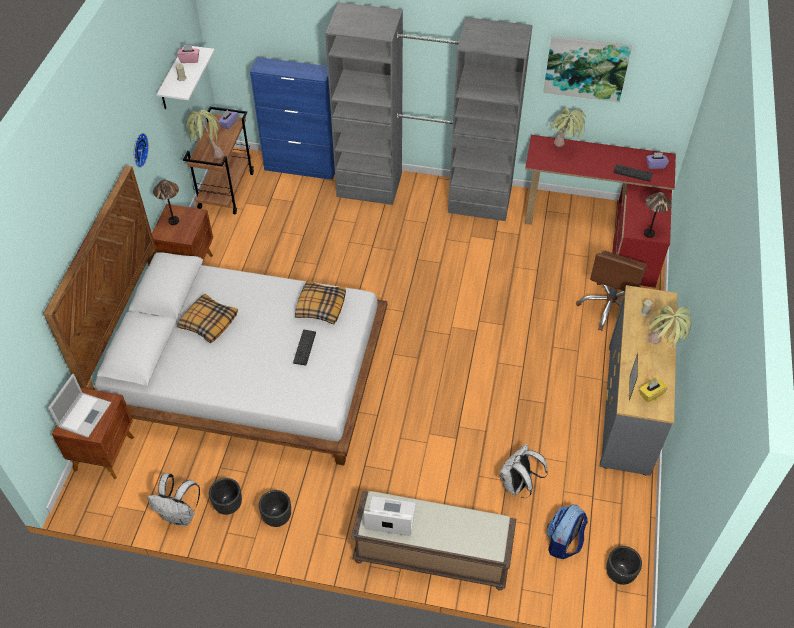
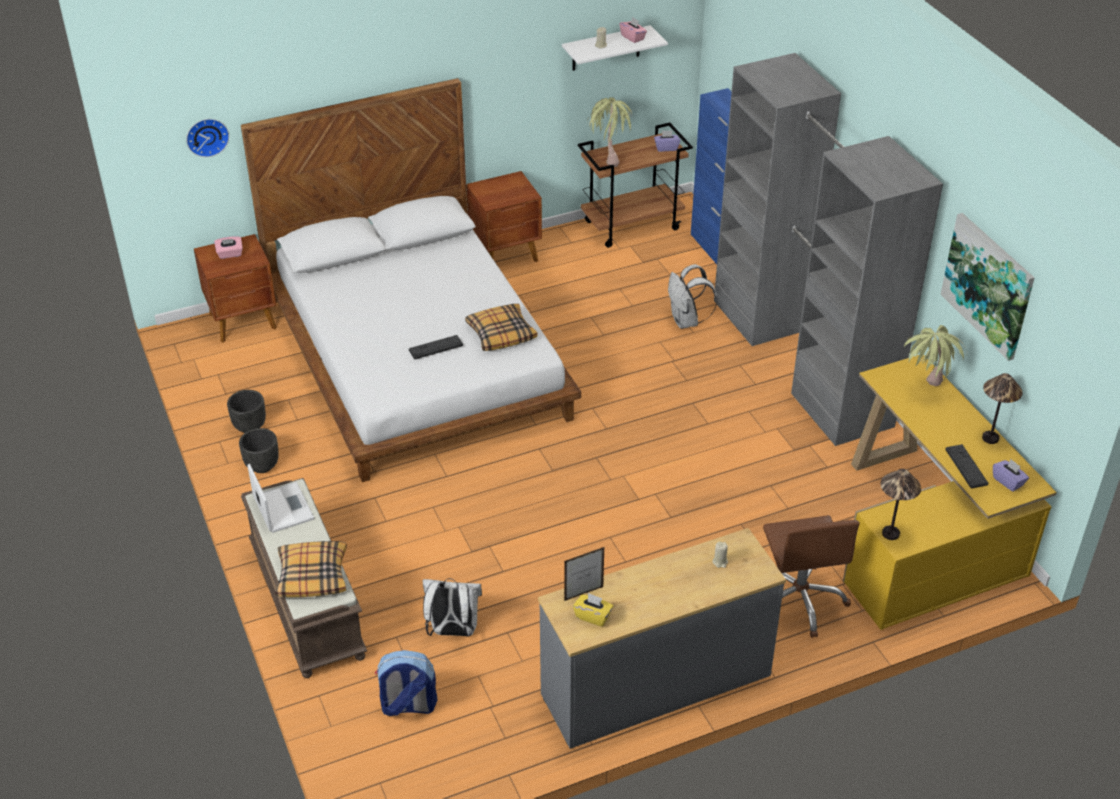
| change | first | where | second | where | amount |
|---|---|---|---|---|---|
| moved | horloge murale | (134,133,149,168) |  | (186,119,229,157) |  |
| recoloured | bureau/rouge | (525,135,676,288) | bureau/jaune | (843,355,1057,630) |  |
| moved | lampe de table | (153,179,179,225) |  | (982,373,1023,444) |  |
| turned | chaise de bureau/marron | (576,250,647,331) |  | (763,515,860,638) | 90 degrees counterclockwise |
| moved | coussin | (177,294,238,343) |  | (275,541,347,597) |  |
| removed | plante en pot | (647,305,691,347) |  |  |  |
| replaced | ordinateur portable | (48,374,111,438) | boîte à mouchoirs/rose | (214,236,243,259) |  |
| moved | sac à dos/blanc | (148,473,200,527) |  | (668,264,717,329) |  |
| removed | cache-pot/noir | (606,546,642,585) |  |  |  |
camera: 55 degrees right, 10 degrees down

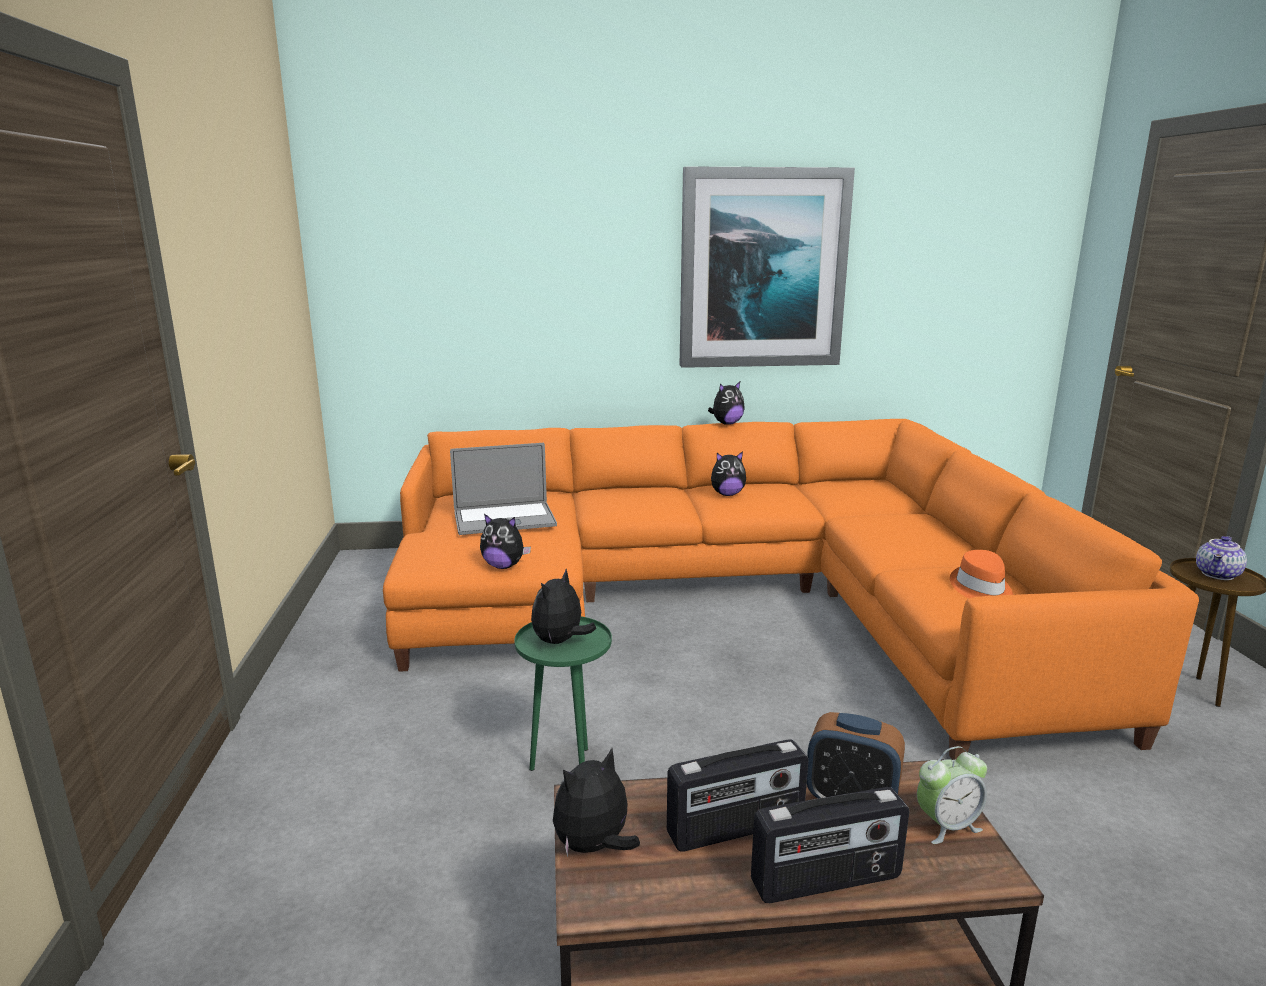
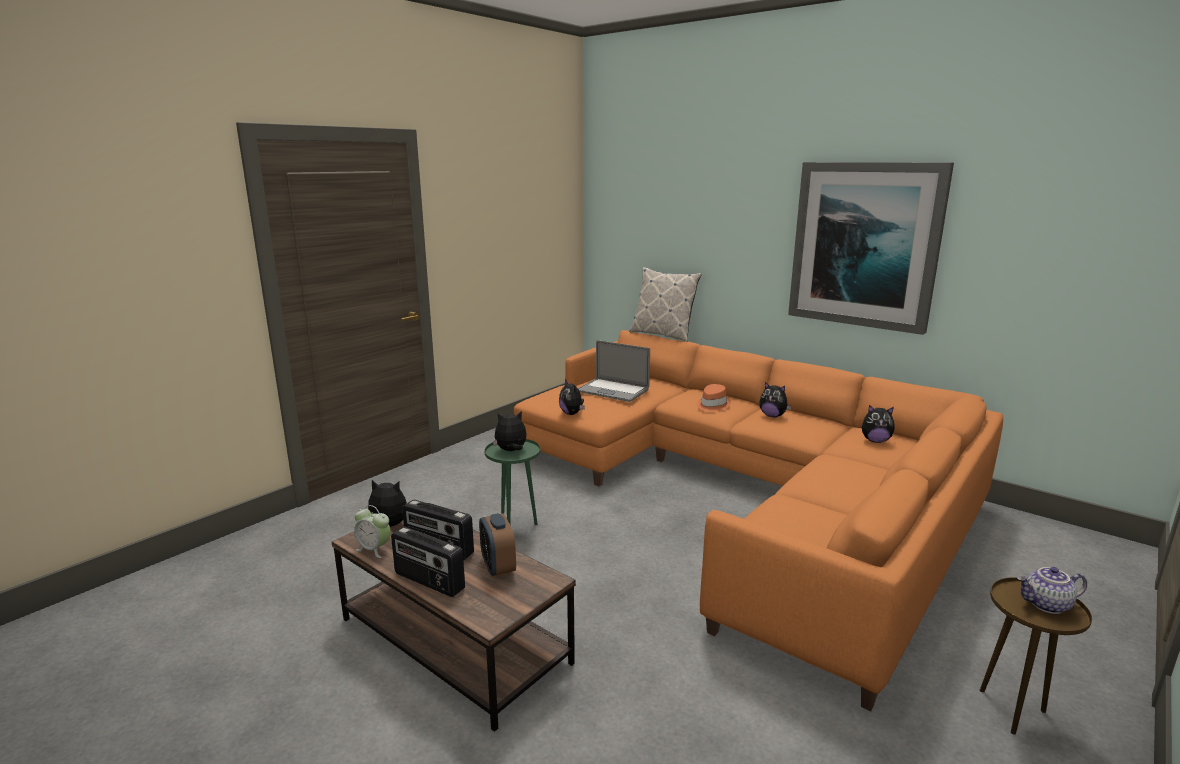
| change | first | where | second | where | amount |
|---|---|---|---|---|---|
| moved | peluche | (708,382,745,425) |  | (862,405,895,443) |  |
| moved | chapeau/orange | (950,550,1013,598) |  | (696,384,731,411) |  |
| moved | réveil | (917,746,987,844) |  | (354,505,391,558) |  |
| added |  |  | coussin | (629,267,702,342) |  |
camera: 45 degrees right, 0 degrees up

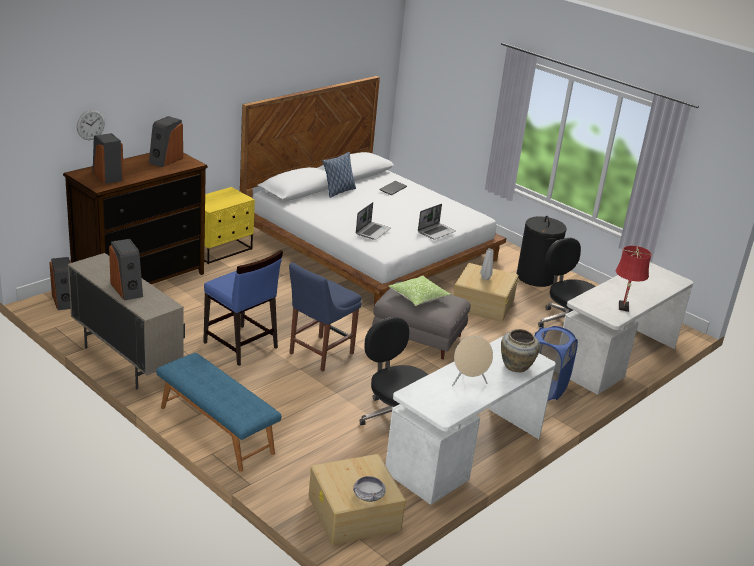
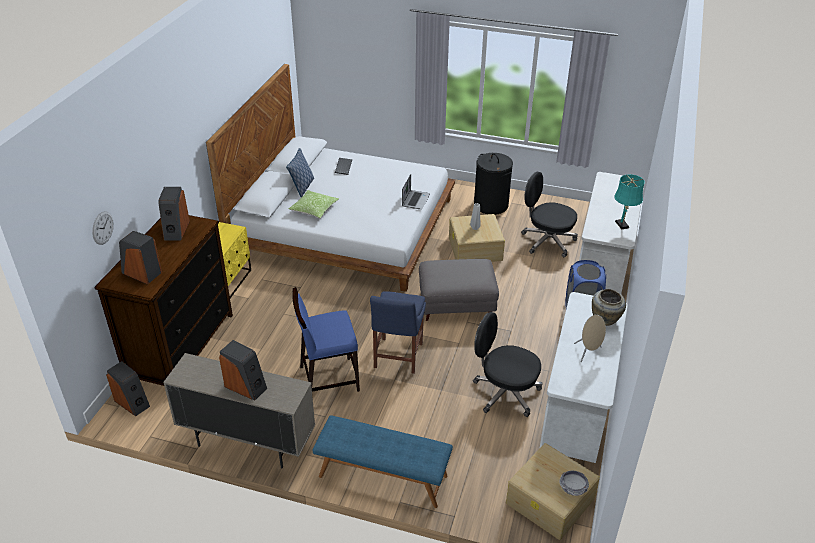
| change | first | where | second | where | amount |
|---|---|---|---|---|---|
| removed | ordinateur portable | (356,202,391,240) |  |  |  |
| recoloured | lampe de table/rouge | (615,246,652,312) | lampe de table/turquoise | (614,174,645,230) |  |
| turned | chaise/bleu | (203,250,283,366) |  | (292,287,360,392) | 150 degrees clockwise |
| moved | coussin | (389,276,451,306) |  | (289,190,339,218) |  |
camera: 25 degrees left, 10 degrees up

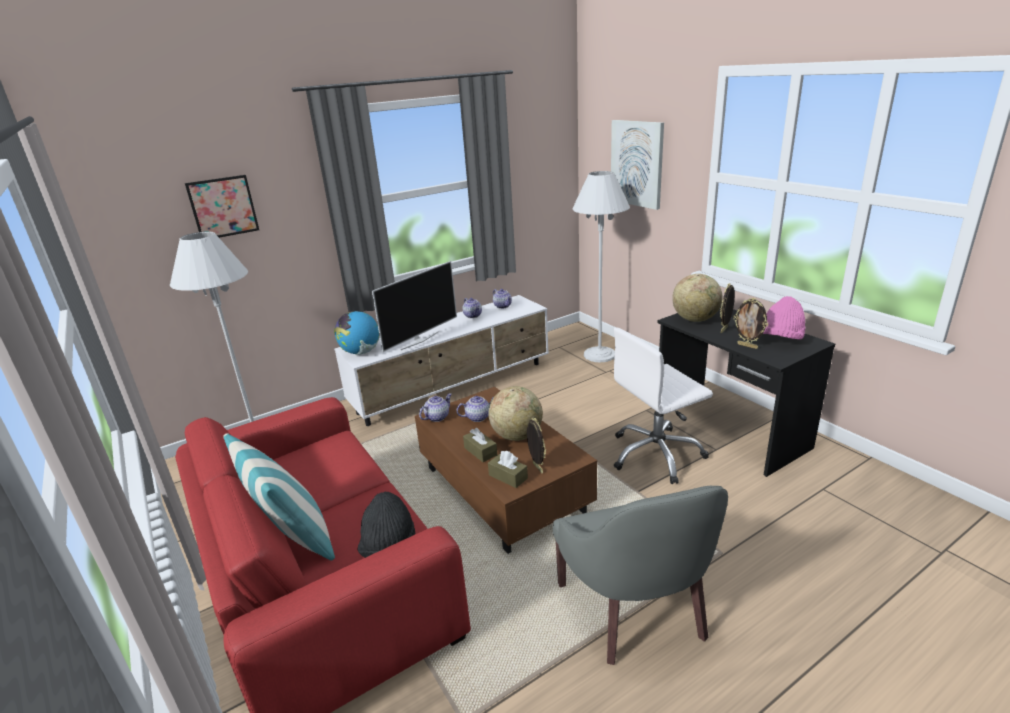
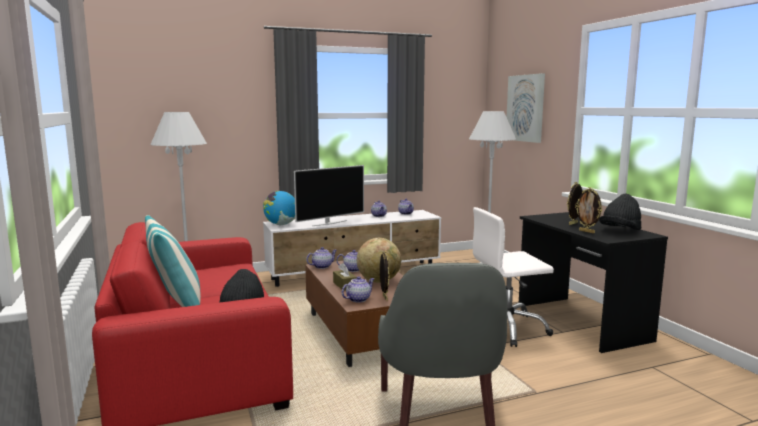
| change | first | where | second | where | amount |
|---|---|---|---|---|---|
| removed | tableau | (185,175,259,238) |  |  |  |
| removed | globe | (672,274,723,322) |  |  |  |
| recoloured | chapeau/rose | (763,296,806,340) | chapeau/noir | (599,194,641,230) |  |
| replaced | boîte à mouchoirs/marron | (488,451,528,488) | théière | (342,276,374,303) |  |
camera: 10 degrees right, 15 degrees down

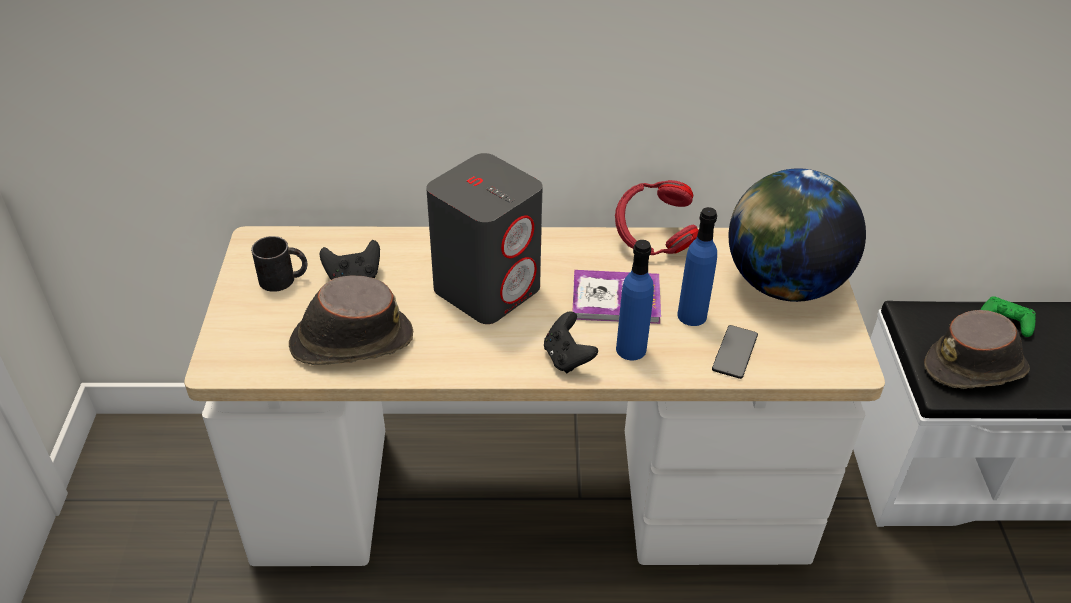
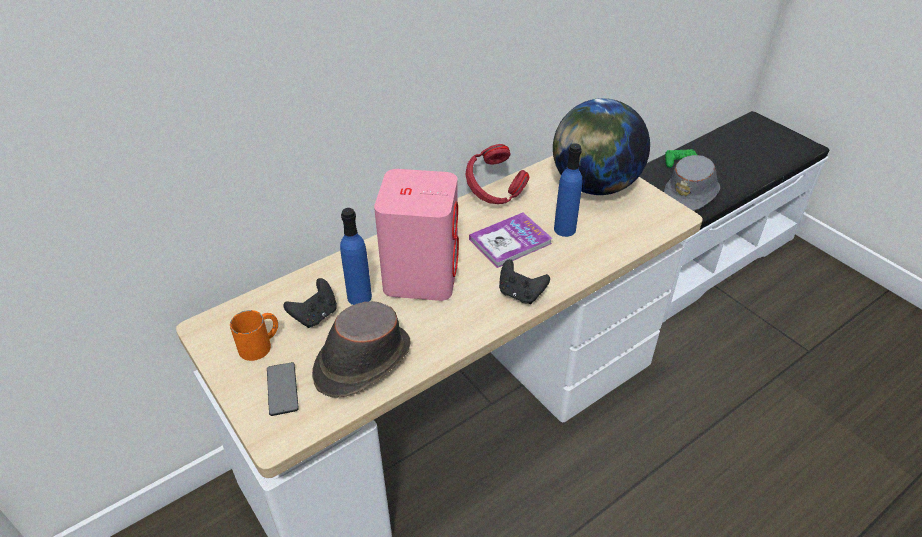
| change | first | where | second | where | amount |
|---|---|---|---|---|---|
| recoloured | enceinte/gris | (426,153,543,324) | enceinte/rose | (374,169,459,301) |  |
| recoloured | mug/noir | (251,236,307,292) | mug/orange | (230,310,278,361) |  |
| moved | bouteille/bleu | (616,240,654,360) |  | (340,208,372,305) |  |
| recoloured | chapeau/marron | (924,310,1030,389) | chapeau/gris | (664,155,720,211) |  |
| moved | téléphone | (712,325,758,379) |  | (267,362,299,416) |  |
camera: 35 degrees left, 0 degrees up

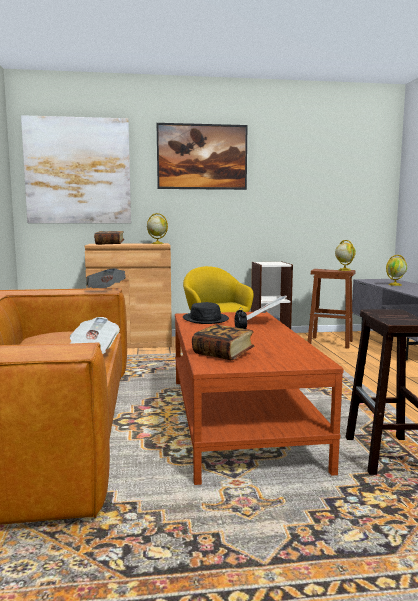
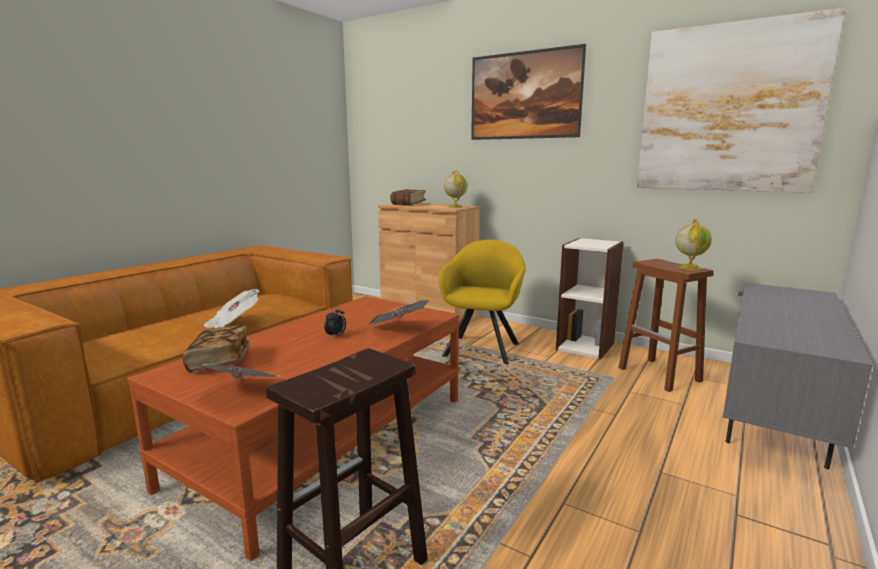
| change | first | where | second | where | amount |
|---|---|---|---|---|---|
| moved | tableau | (21,115,131,223) |  | (637,8,845,193) |  |
| removed | globe | (386,255,407,286) |  |  |  |
| moved | journal | (86,268,126,288) |  | (194,364,277,380) |  |
| removed | chapeau/noir | (183,302,229,324) |  |  |  |
camera: 40 degrees right, 5 degrees up

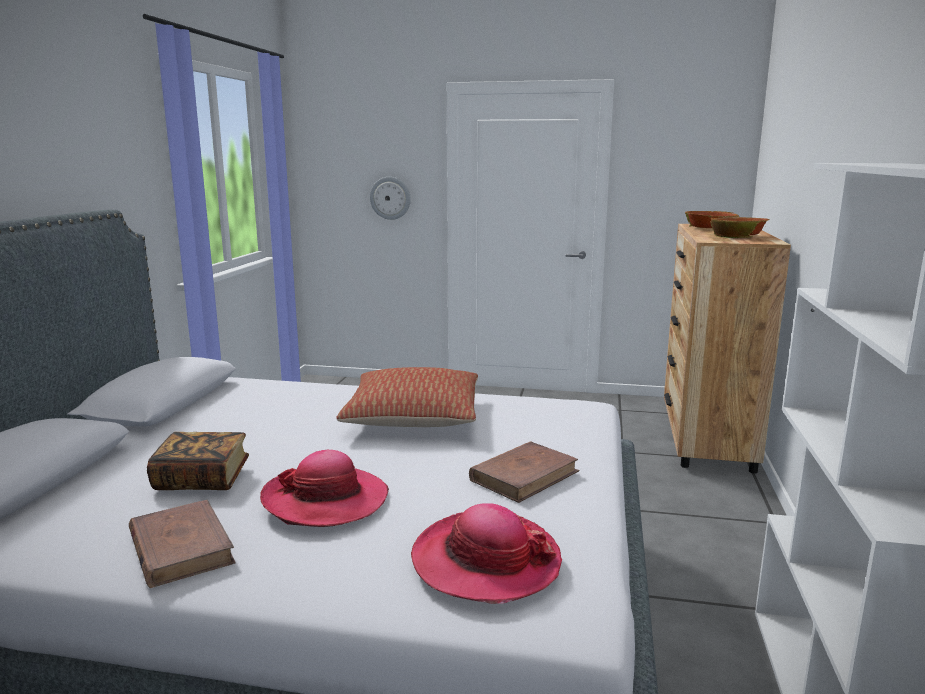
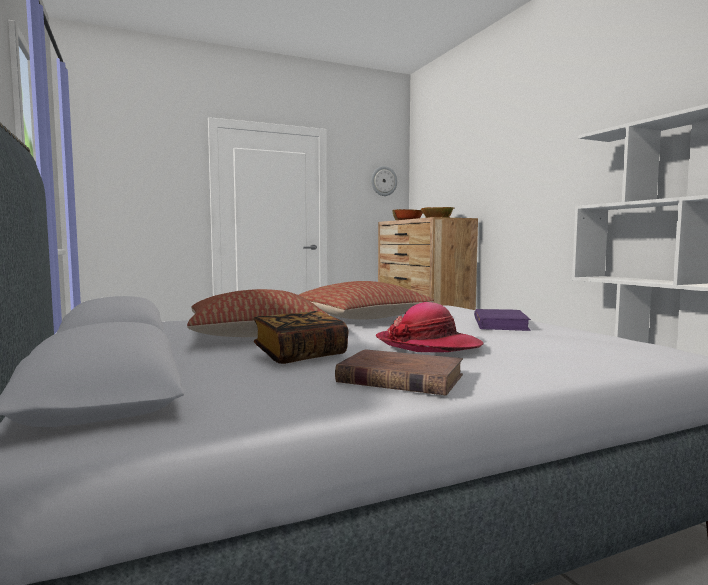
| change | first | where | second | where | amount |
|---|---|---|---|---|---|
| moved | horloge murale | (370,177,411,220) |  | (371,166,397,196) |  |
| recoloured | livre/marron | (469,441,579,503) | livre/violet | (474,309,531,331) |  |
| removed | chapeau | (411,503,562,604) |  |  |  |
| added |  |  | coussin | (187,289,329,337) |  |
camera: 35 degrees left, 10 degrees down

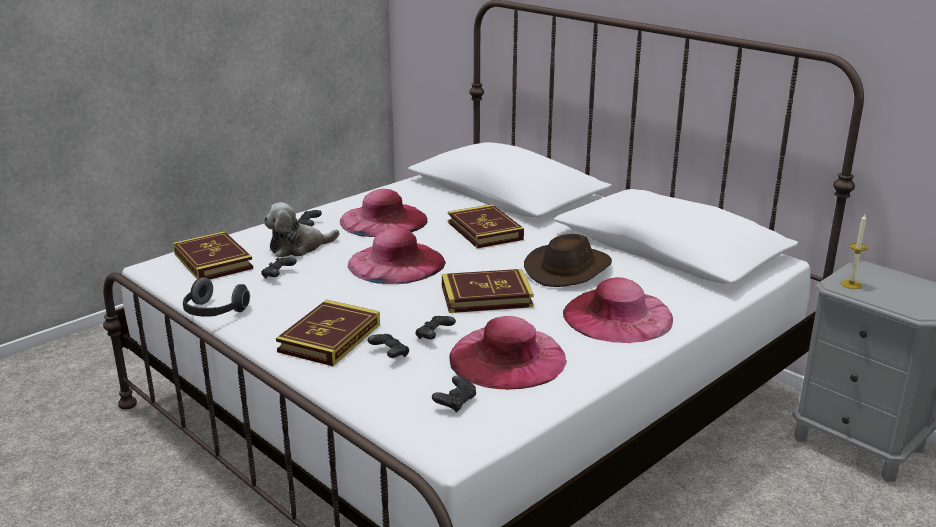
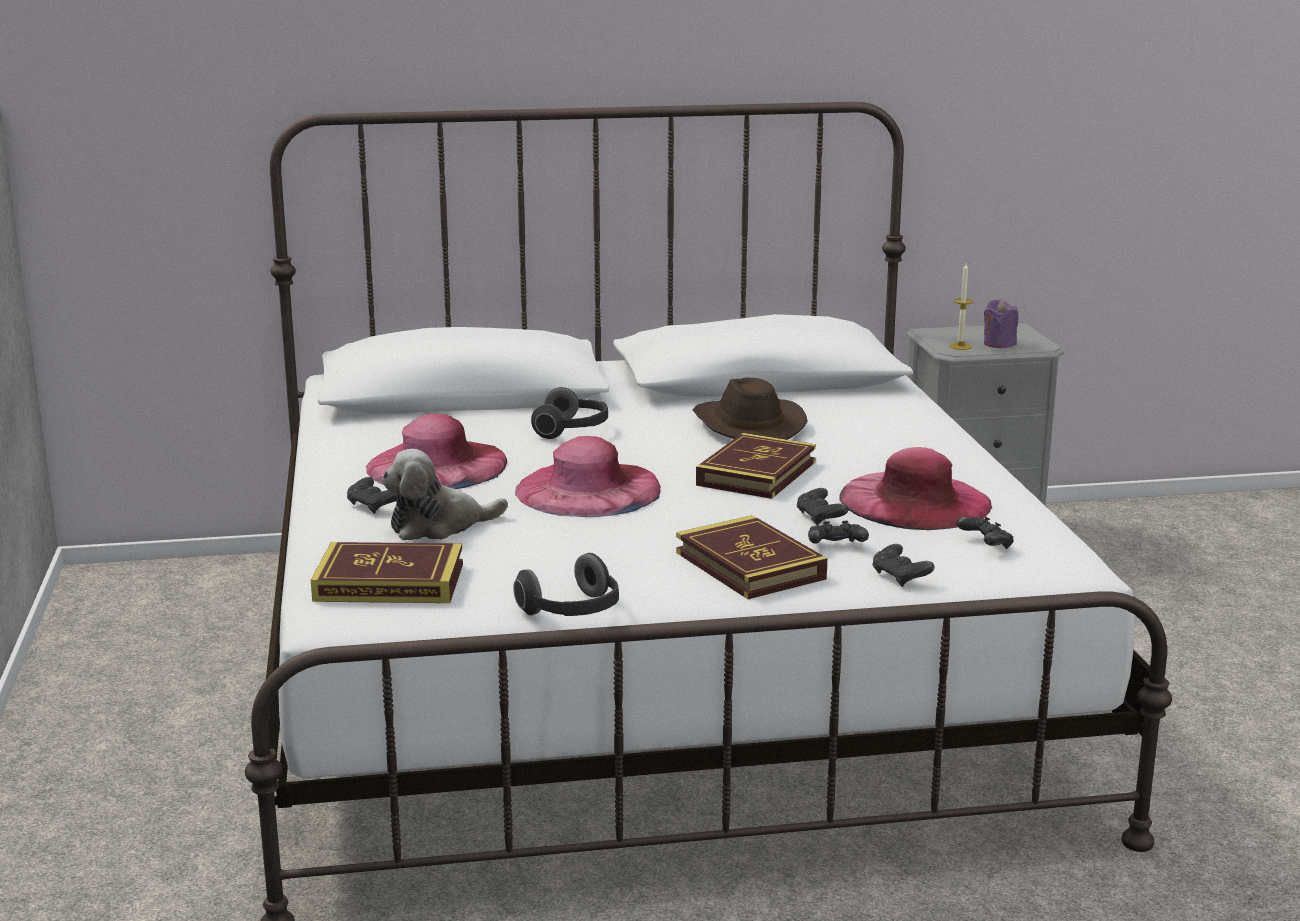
| change | first | where | second | where | amount |
|---|---|---|---|---|---|
| turned | peluche | (263,202,340,257) |  | (382,449,508,540) | 60 degrees clockwise |
| replaced | livre | (448,204,524,249) | casque audio | (531,387,608,439) |  |
| moved | manette/noir | (261,257,297,278) |  | (873,544,935,587) |  |
| removed | chapeau/rose | (563,277,673,343) |  |  |  |
| added |  |  | bougie/violet | (984,299,1018,348) |  |
camera: 55 degrees left, 5 degrees down

